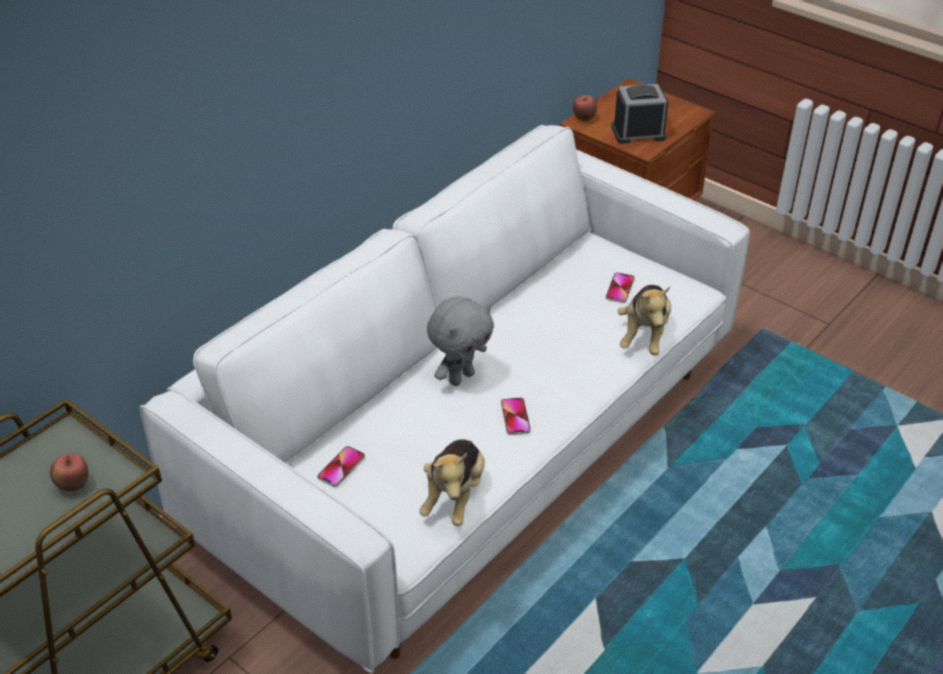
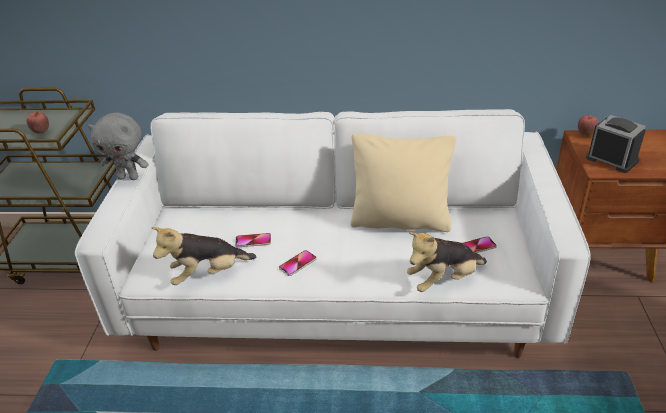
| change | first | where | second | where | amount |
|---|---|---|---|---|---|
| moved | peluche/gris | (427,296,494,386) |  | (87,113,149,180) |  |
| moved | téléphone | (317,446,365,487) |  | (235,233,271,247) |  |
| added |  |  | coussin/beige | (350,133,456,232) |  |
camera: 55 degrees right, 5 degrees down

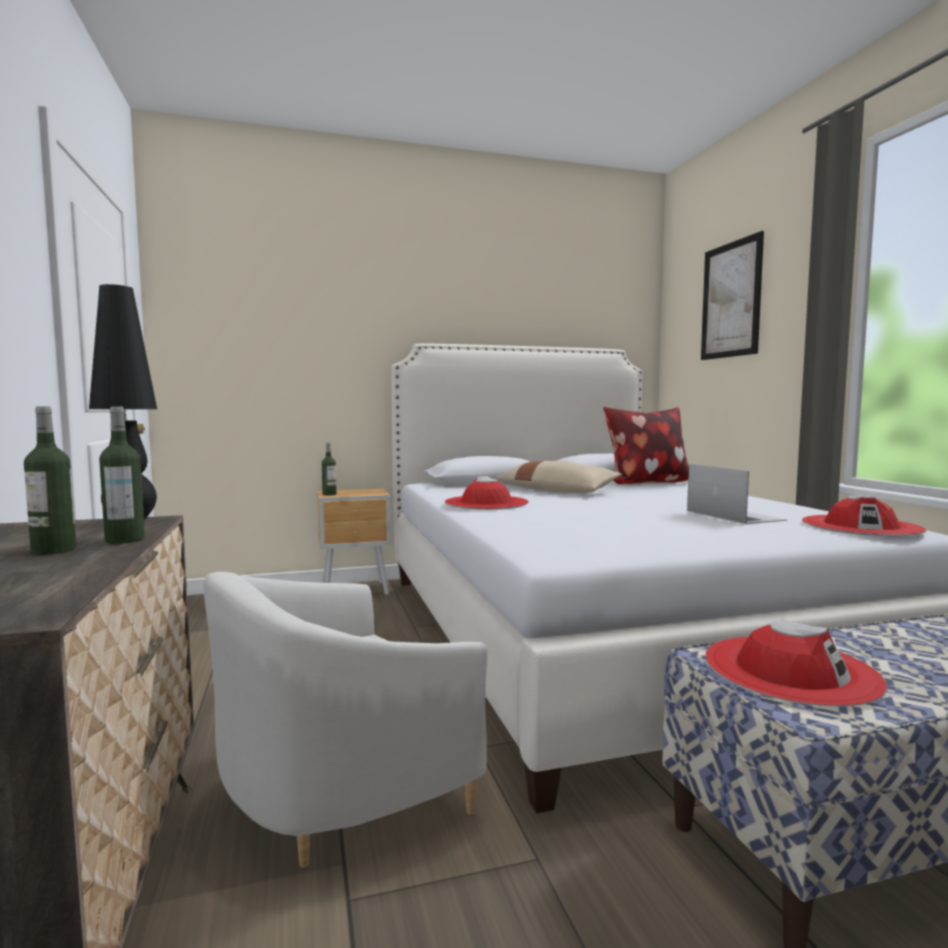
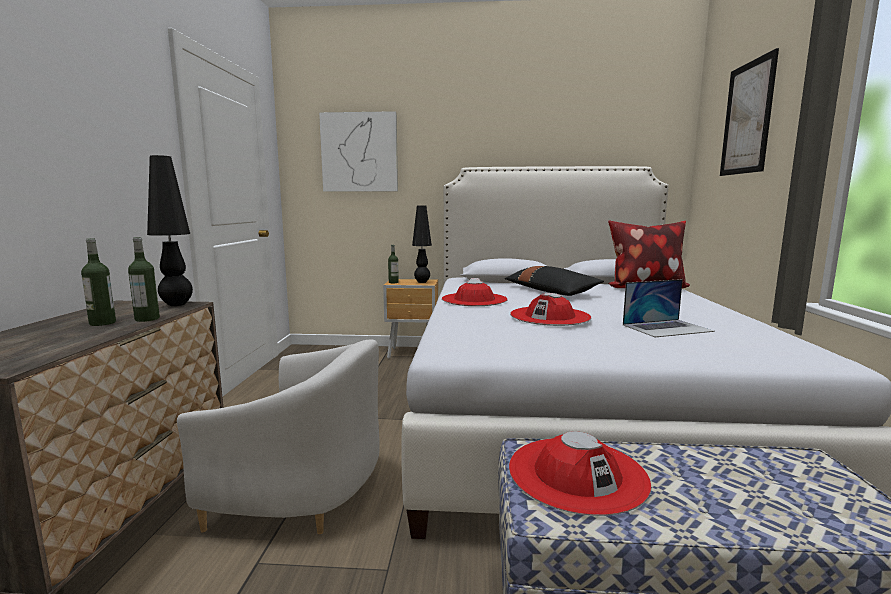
| change | first | where | second | where | amount |
|---|---|---|---|---|---|
| recoloured | coussin/beige | (494,461,622,493) | coussin/noir | (505,266,604,296) |  |
| turned | ordinateur portable | (687,464,788,524) |  | (623,279,715,337) | 75 degrees clockwise |
| moved | chapeau/rouge | (802,495,926,537) |  | (510,293,591,326) |  |
| turned | fauteuil/blanc | (204,572,487,868) |  | (177,339,380,534) | 150 degrees counterclockwise |
| added |  |  | tableau | (319,111,398,192) |  |
| added |  |  | lampe de table/noir | (412,206,432,283) |  |
camera: 20 degrees right, 5 degrees up

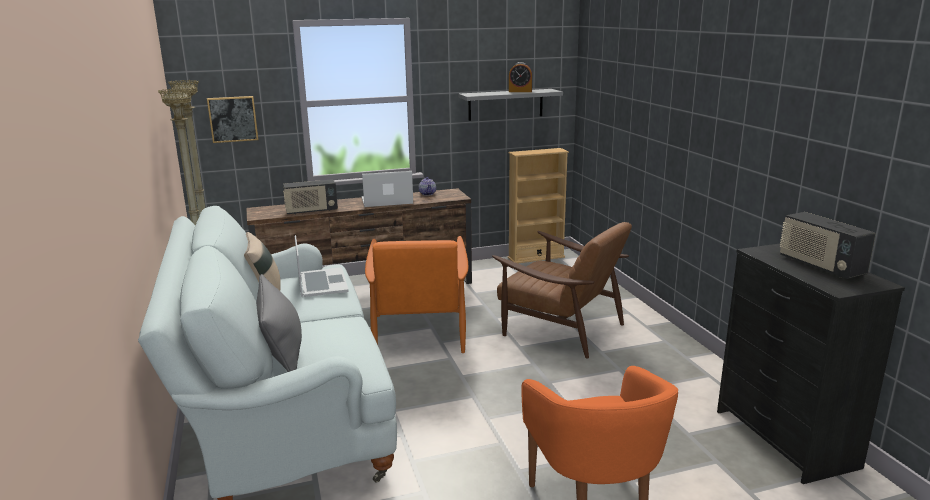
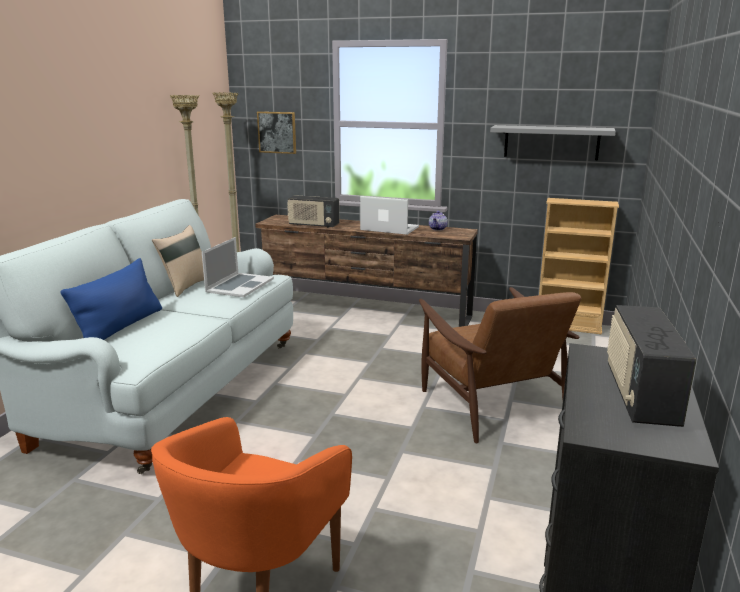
| change | first | where | second | where | amount |
|---|---|---|---|---|---|
| removed | réveil | (509,62,532,92) |  |  |  |
| removed | fauteuil/orange | (365,236,468,353) |  |  |  |
| recoloured | coussin/gris | (256,274,302,372) | coussin/bleu | (61,258,162,340) |  |
camera: 35 degrees right, 0 degrees up

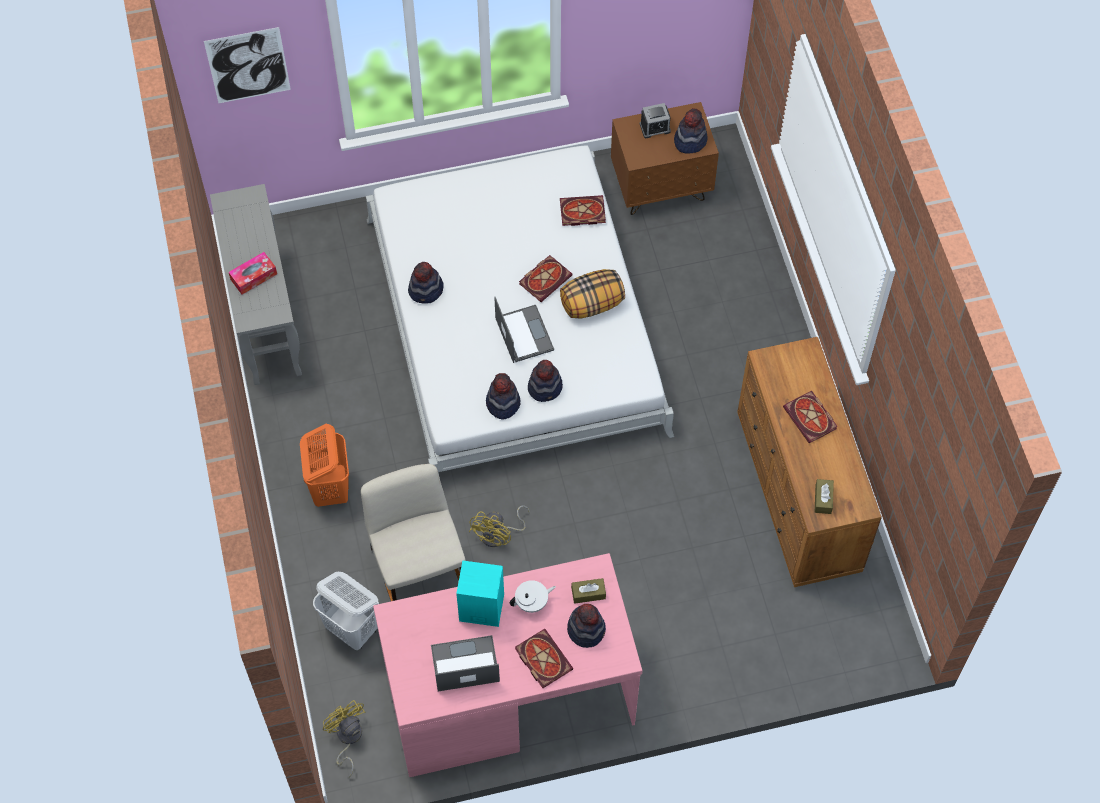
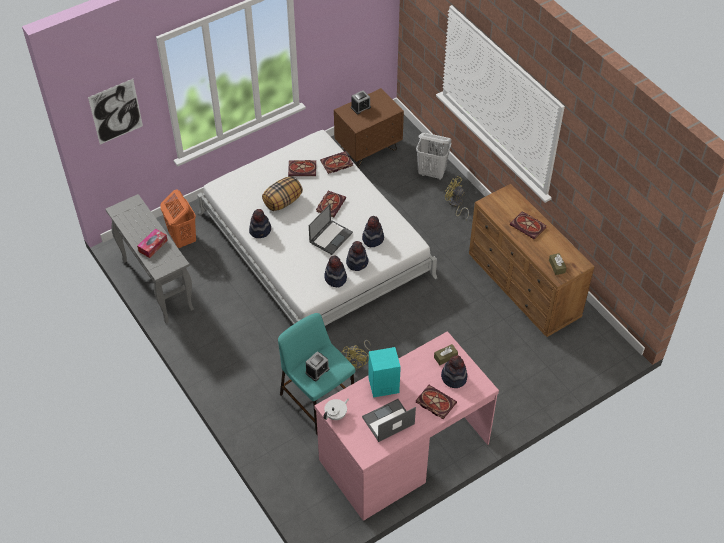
| change | first | where | second | where | amount |
|---|---|---|---|---|---|
| moved | chapeau | (674,108,708,154) |  | (362,216,384,247) |  |
| moved | coussin | (560,269,625,319) |  | (262,176,303,211) |  |
| turned | ordinateur portable | (494,297,554,363) |  | (309,204,353,255) | 75 degrees clockwise |
| moved | panier à linge/orange | (300,424,349,507) |  | (160,189,196,248) |  |
| recoloured | tabouret/beige | (361,464,466,601) | tabouret/turquoise | (278,313,355,435) |  |
| moved | panier à linge/blanc | (313,572,379,650) |  | (416,133,452,180) |  |
| moved | théière/blanc | (510,580,556,613) |  | (323,398,349,420) |  |
| moved | ventilateur/jaune | (323,700,365,778) |  | (445,176,469,220) |  |
| added |  |  | livre | (288,160,316,176) |  |
| added |  |  | réveil | (305,351,329,381) |  |
camera: 20 degrees left, 10 degrees down

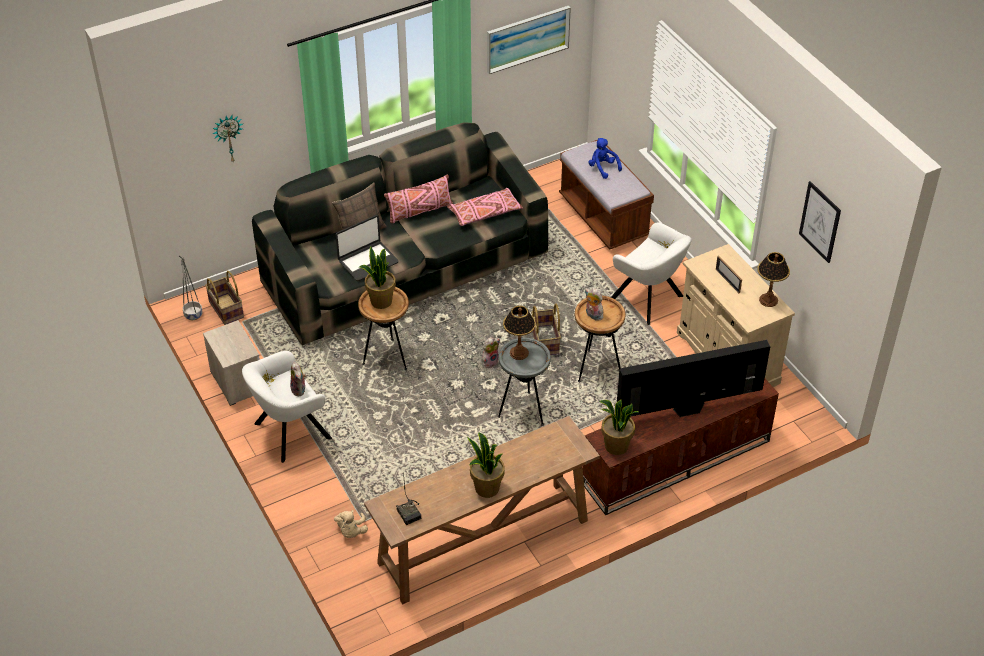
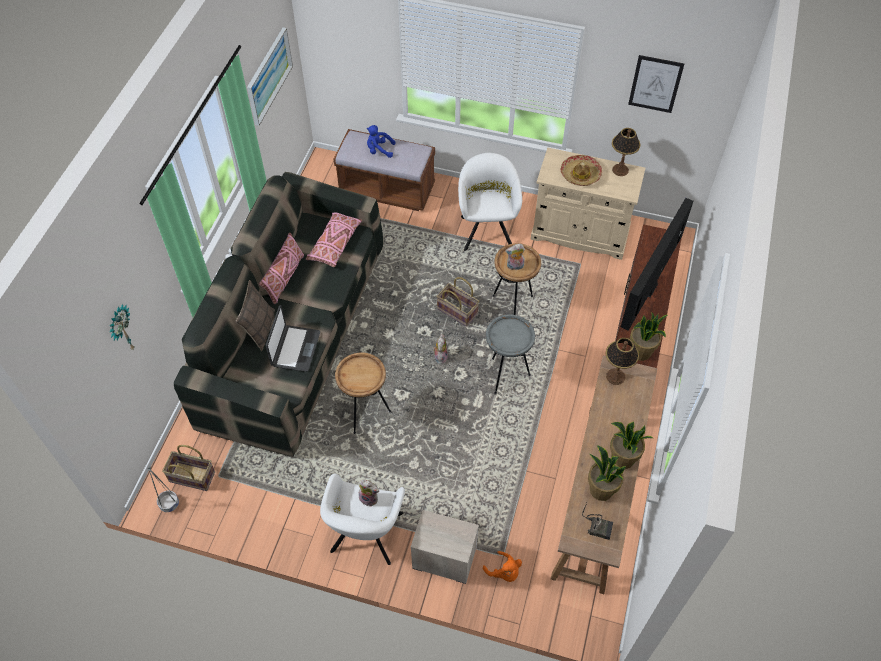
| change | first | where | second | where | amount |
|---|---|---|---|---|---|
| turned | fauteuil/blanc | (611,222,692,325) |  | (458,153,522,251) | 90 degrees counterclockwise |
| moved | plante en pot | (359,246,396,309) |  | (588,445,626,501) |  |
| replaced | cadre photo | (716,256,742,293) | chapeau | (561,155,602,186) |  |
| moved | lampe de table | (503,306,536,360) |  | (606,338,639,385) |  |
| moved | table de chevet | (203,320,260,406) |  | (411,510,479,584) |  |
| recoloured | peluche/beige | (334,510,368,538) | peluche/orange | (483,551,522,582) |  |
camera: 45 degrees left, 10 degrees up

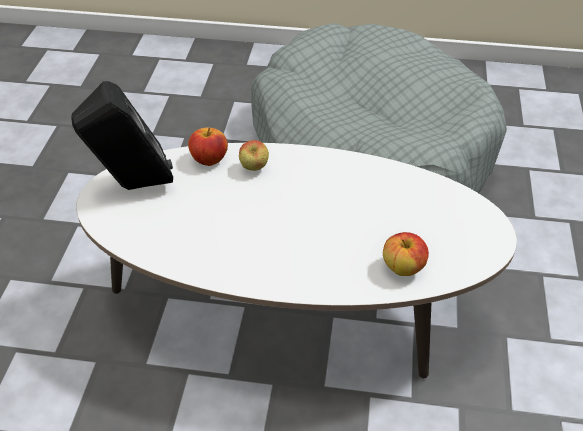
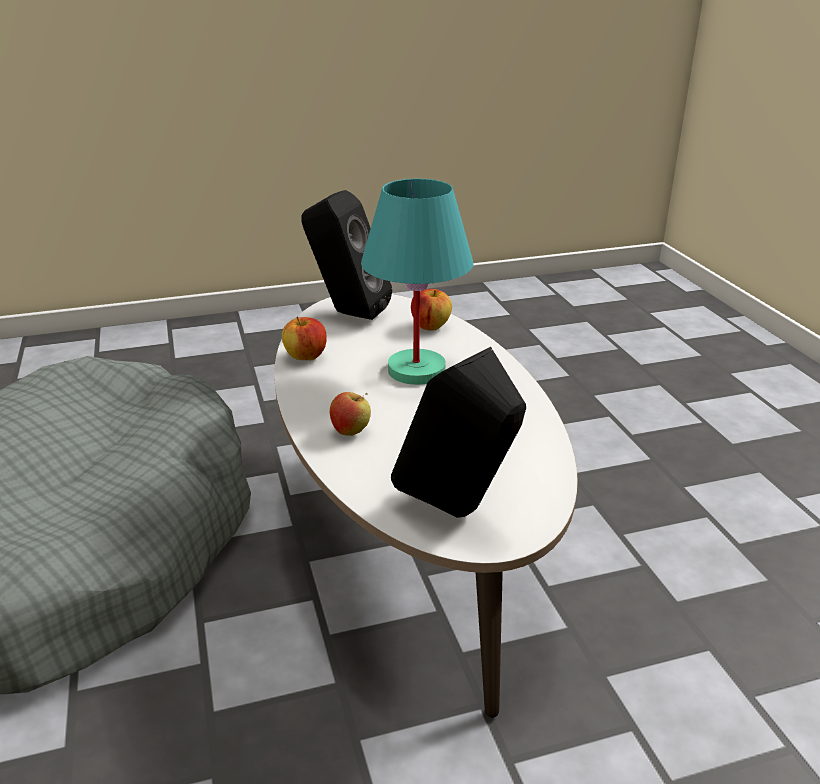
| change | first | where | second | where | amount |
|---|---|---|---|---|---|
| moved | pomme | (188,128,228,166) |  | (282,316,327,360) |  |
| added |  |  | lampe de table/turquoise | (361,179,474,385) |  |
| added |  |  | enceinte/noir | (301,190,392,320) |  |
camera: 115 degrees left, 15 degrees down

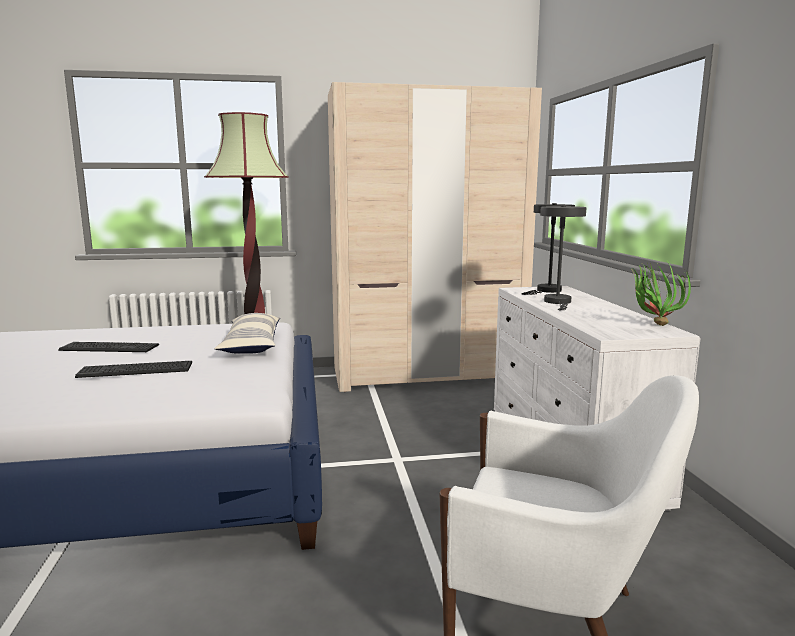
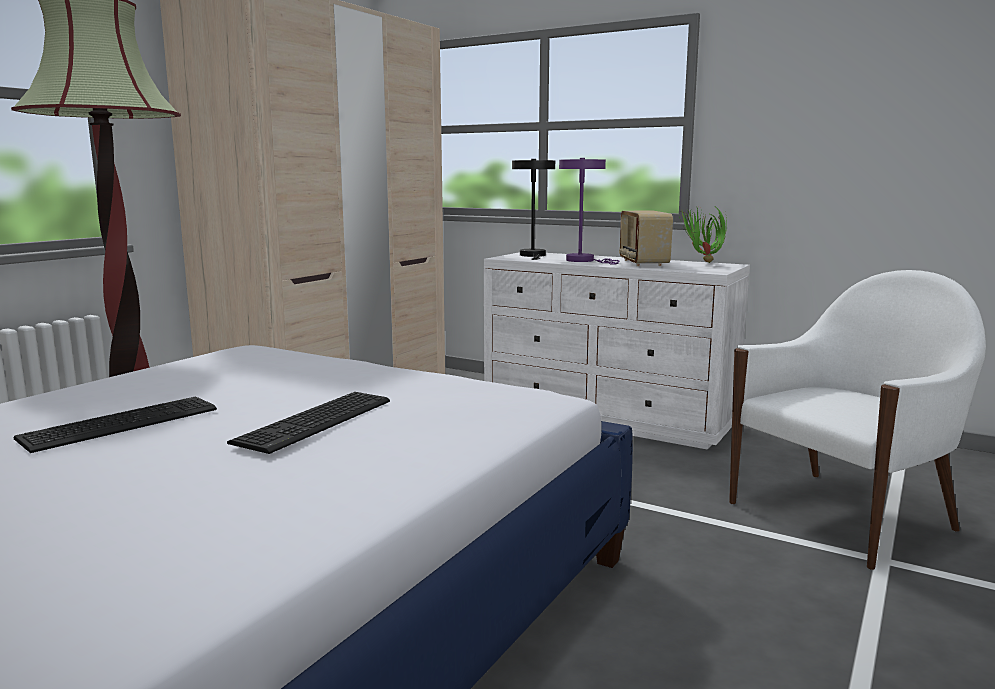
| change | first | where | second | where | amount |
|---|---|---|---|---|---|
| recoloured | lampe de table/gris | (540,205,587,310) | lampe de table/violet | (559,158,619,265) |  |
| removed | coussin | (214,313,280,354) |  |  |  |
| added |  |  | radio | (619,211,673,267) |  |
camera: 50 degrees left, 0 degrees up

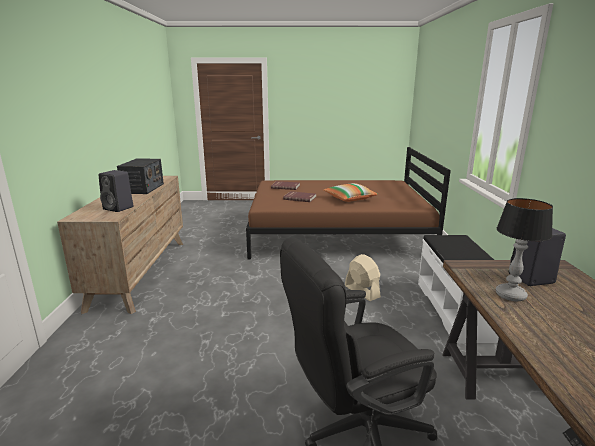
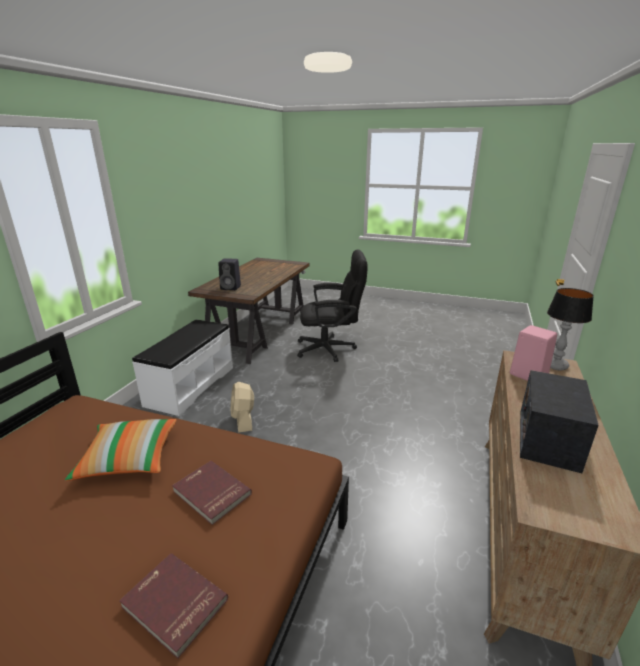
| change | first | where | second | where | amount |
|---|---|---|---|---|---|
| recoloured | enceinte/noir | (99,170,133,212) | enceinte/rose | (510,325,557,381) |  |
| moved | lampe de table | (496,198,553,301) |  | (547,288,594,370) |  |
camera: 160 degrees left, 5 degrees up

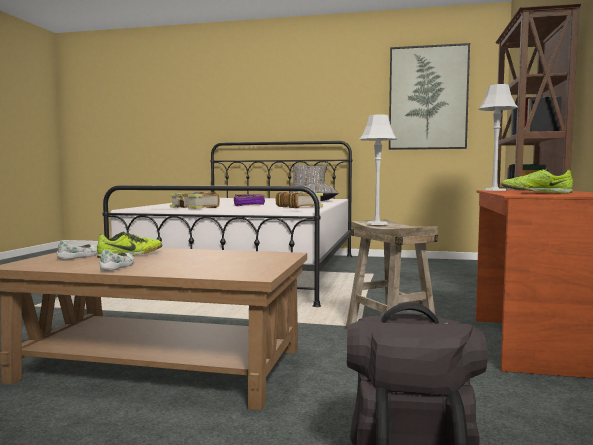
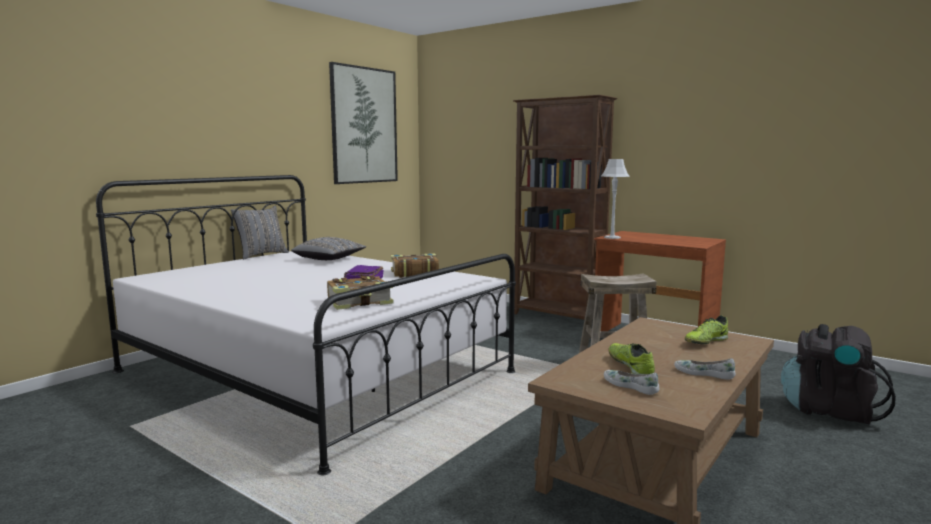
| change | first | where | second | where | amount |
|---|---|---|---|---|---|
| removed | lampe de table/gris | (359,114,398,225) |  |  |  |
| moved | chaussure | (501,169,573,194) |  | (685,315,728,344) |  |
camera: 65 degrees left, 5 degrees up

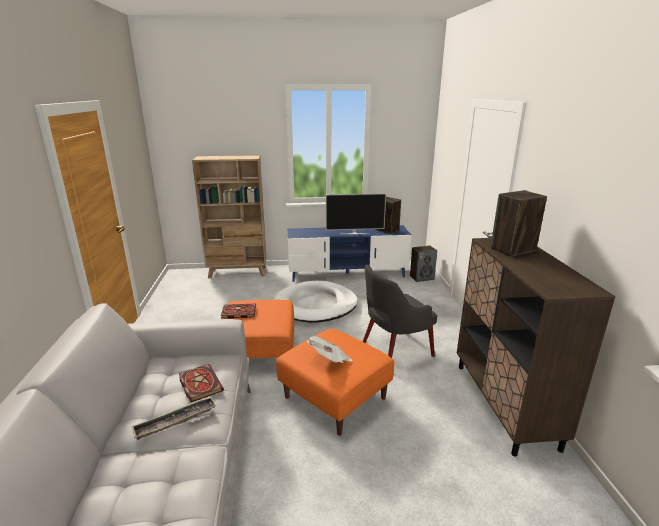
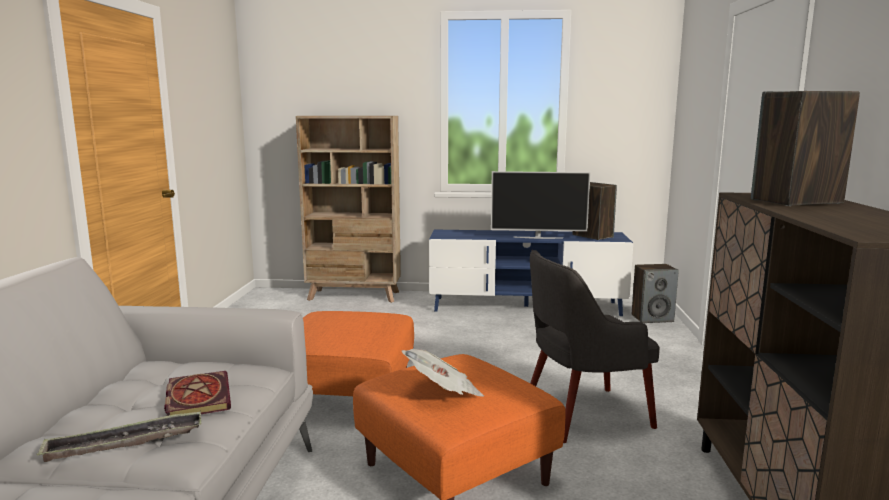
| change | first | where | second | where | amount |
|---|---|---|---|---|---|
| removed | panier pour chien/blanc | (274,281,358,323) |  |  |  |
| removed | livre | (221,304,256,319) |  |  |  |
camera: 10 degrees right, 10 degrees down

